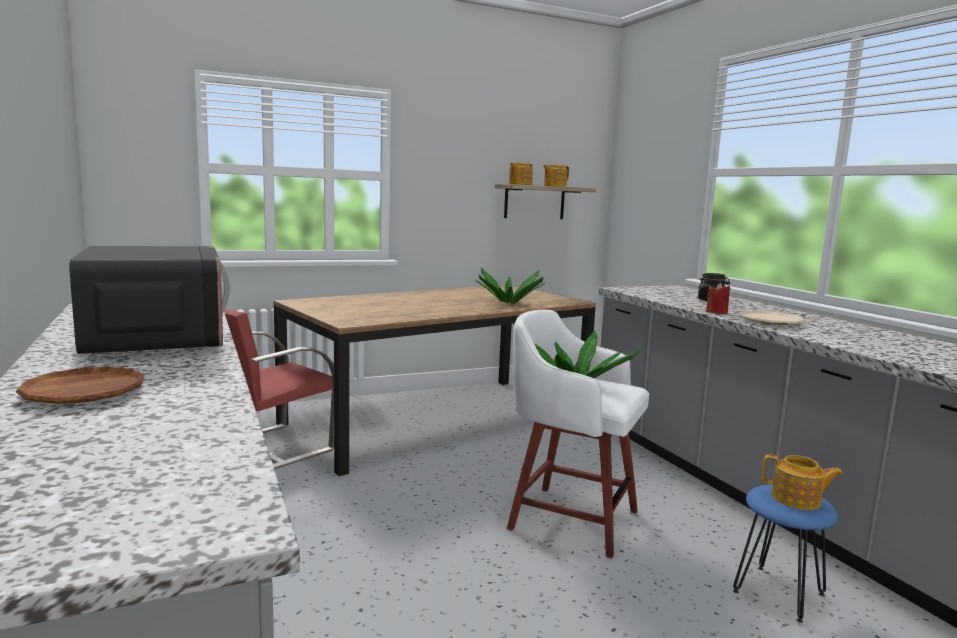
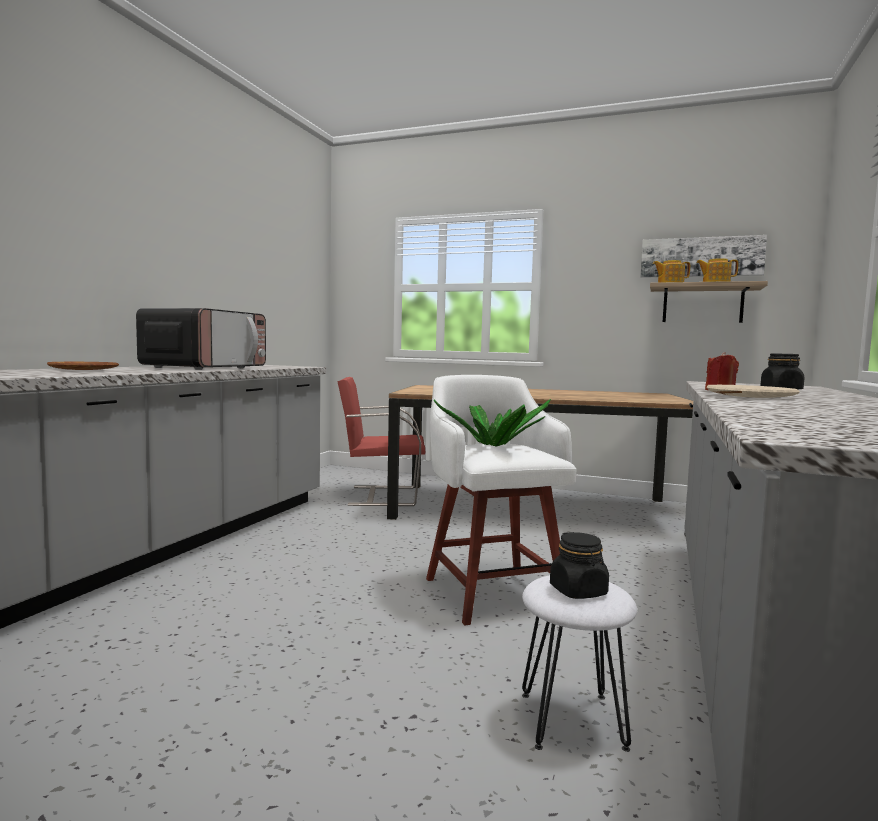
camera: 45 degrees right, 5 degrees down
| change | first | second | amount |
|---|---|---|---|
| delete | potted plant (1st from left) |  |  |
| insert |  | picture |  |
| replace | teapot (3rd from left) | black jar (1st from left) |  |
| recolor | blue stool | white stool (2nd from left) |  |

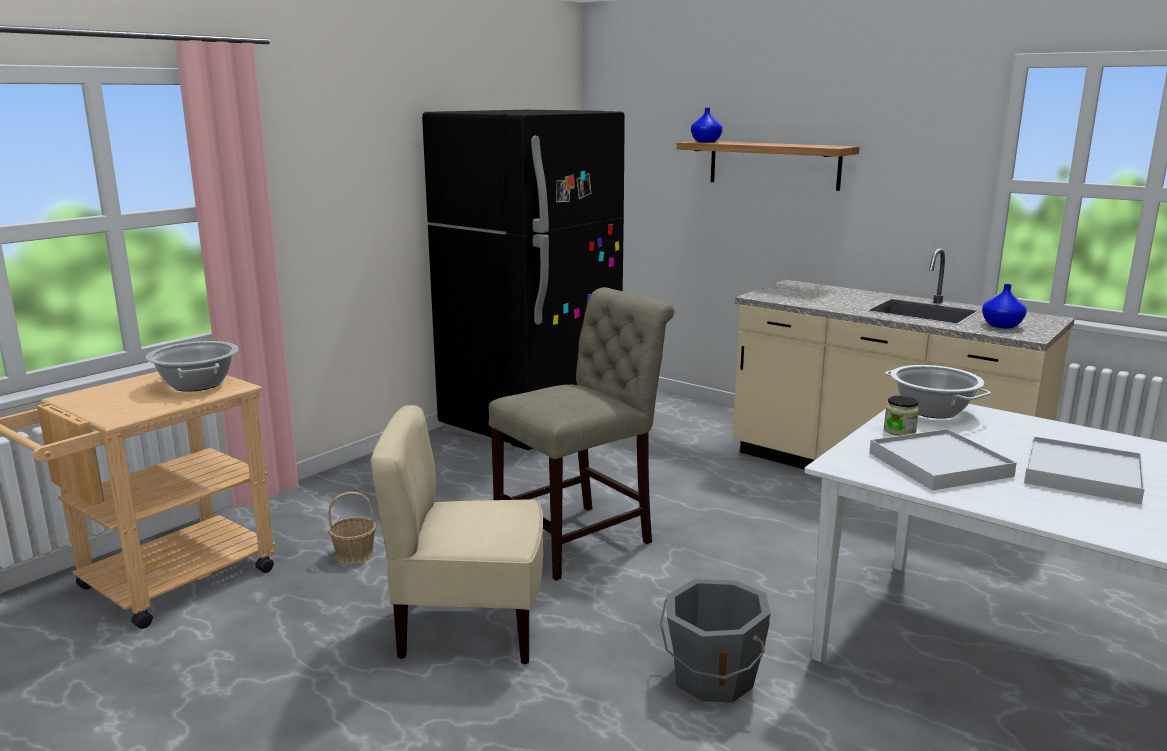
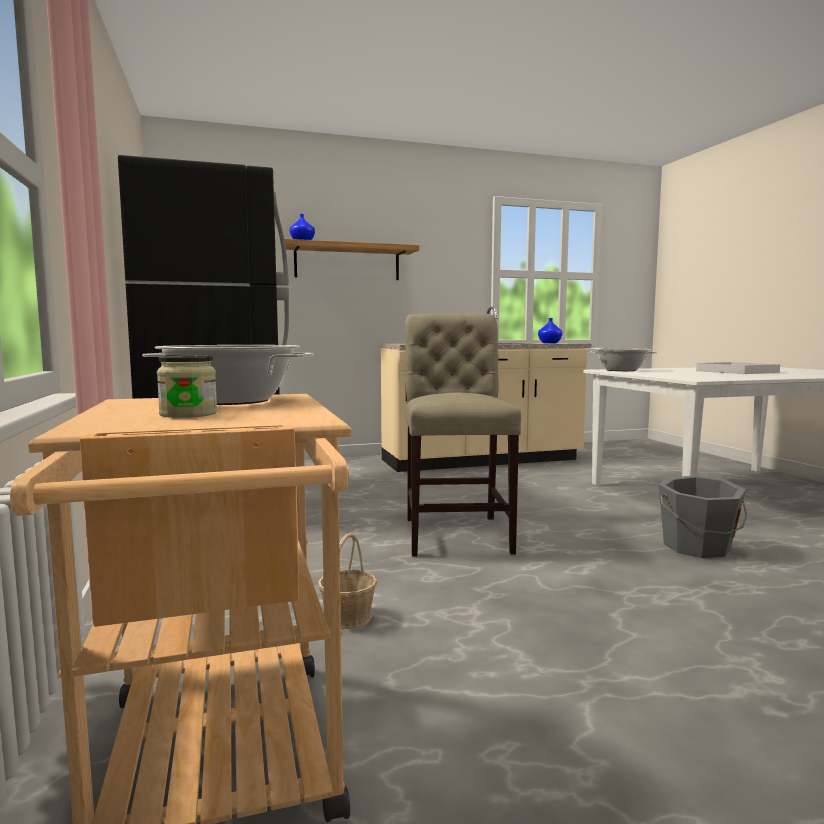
camera: 55 degrees left, 10 degrees down
| change | first | second | amount |
|---|---|---|---|
| delete | beige chair (1st from left) |  |  |
| delete | white tray (1st from left) |  |  |
| move | jar |  |  |

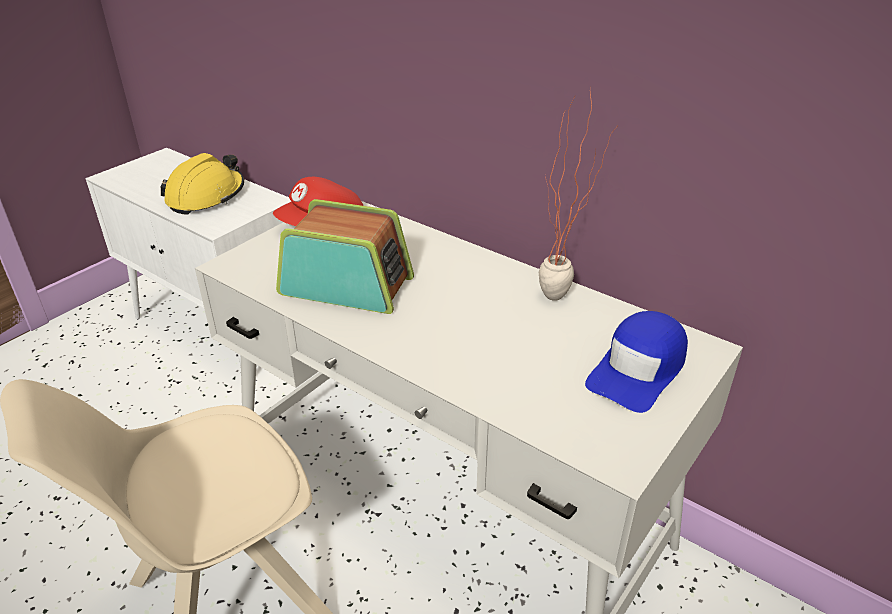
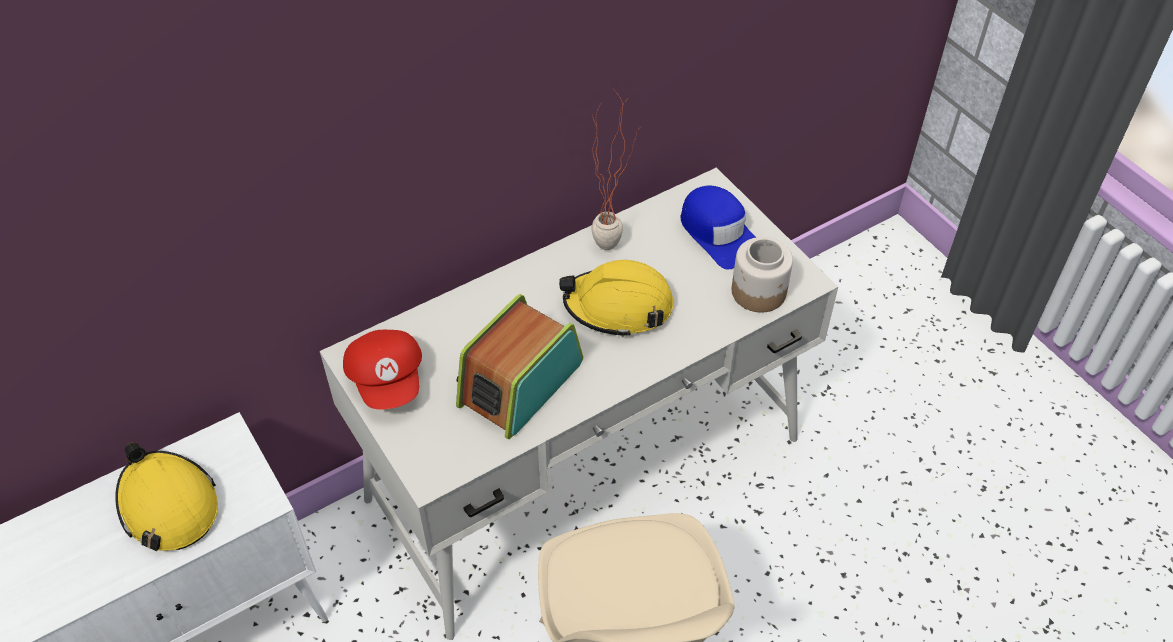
camera: 70 degrees left, 15 degrees up
| change | first | second | amount |
|---|---|---|---|
| insert |  | yellow hard hat (2nd from left) |  |
| insert |  | jar |  |

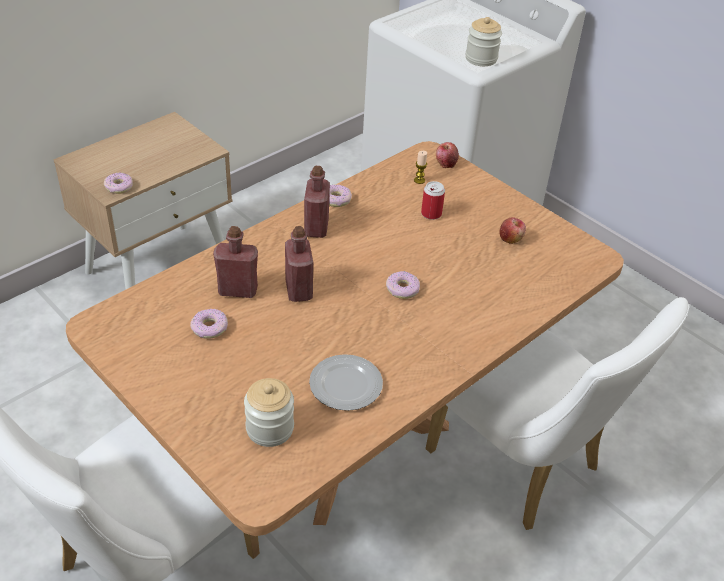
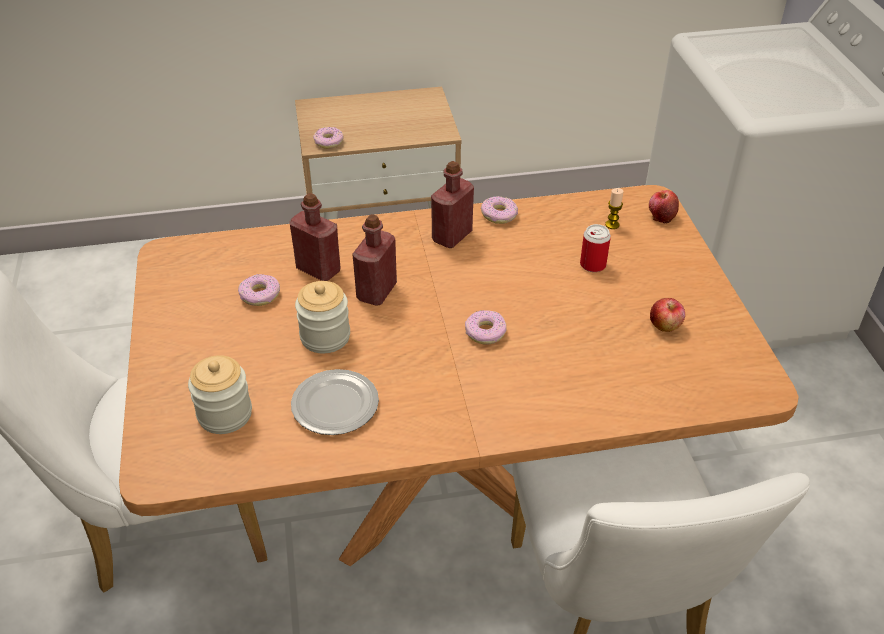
camera: 35 degrees right, 0 degrees up
| change | first | second | amount |
|---|---|---|---|
| move | jar (2nd from left) |  |  |

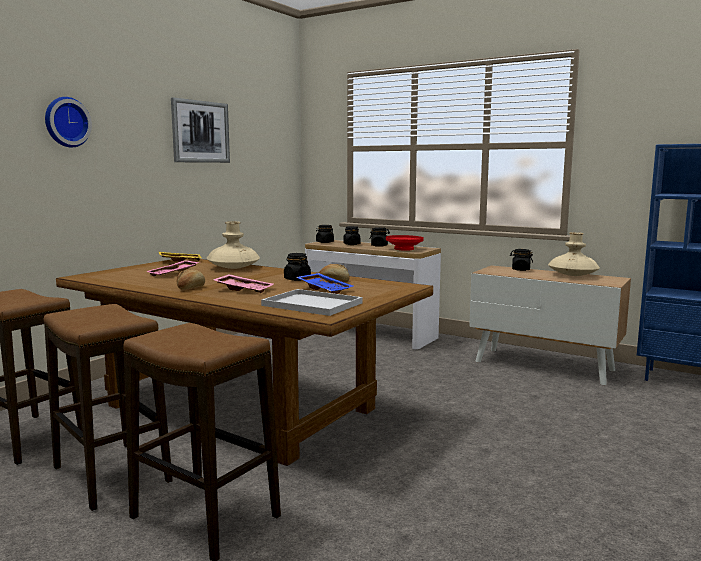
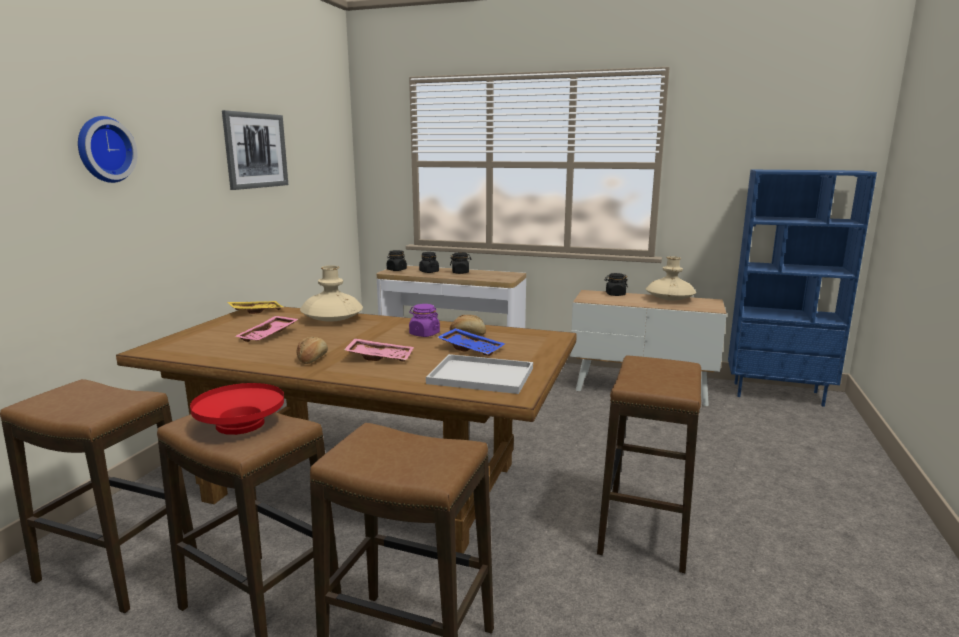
camera: 15 degrees left, 5 degrees up
| change | first | second | amount |
|---|---|---|---|
| insert |  | stool (4th from left) |  |
| move | red bowl |  |  |
| recolor | black jar (1st from left) | purple jar |  |

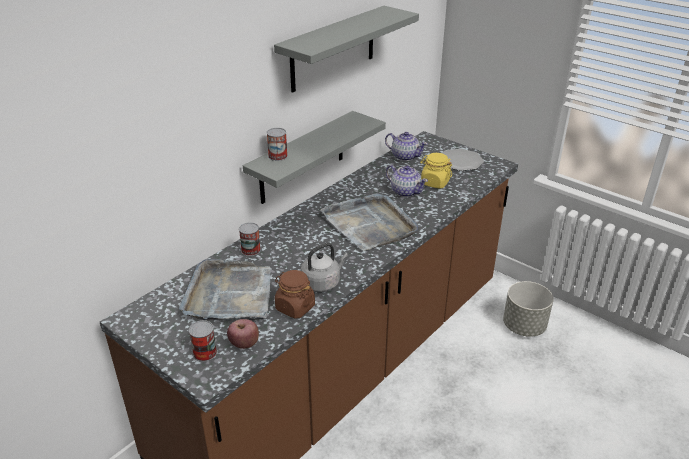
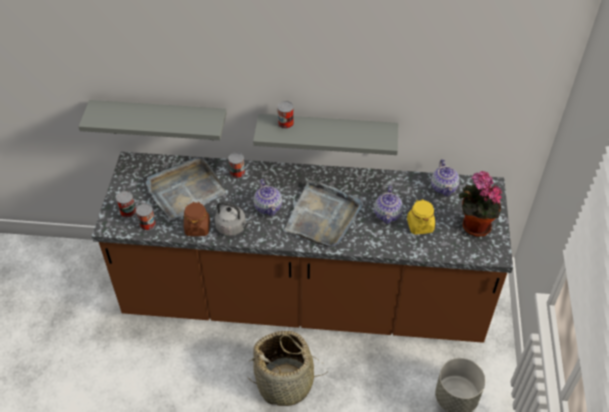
camera: 55 degrees right, 15 degrees up
| change | first | second | amount |
|---|---|---|---|
| insert |  | basket |  |
| insert |  | teapot (1st from left) |  |
| move | grey shelf (2nd from left in the first image) | grey shelf (1st from left) |  |
| replace | apple | can (2nd from left) |  |
| replace | plate | potted plant |  |

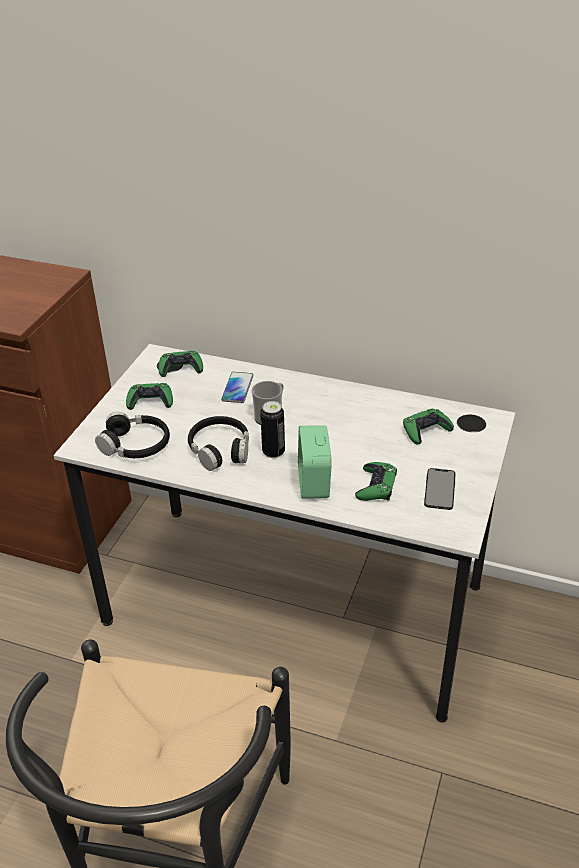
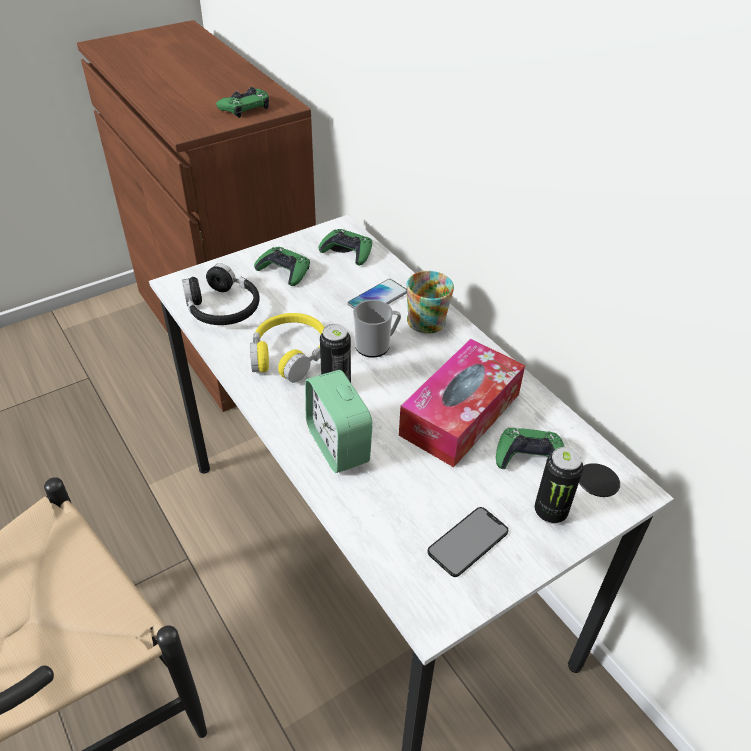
camera: 35 degrees right, 5 degrees up
| change | first | second | amount |
|---|---|---|---|
| insert |  | tissue box |  |
| insert |  | mug (2nd from left) |  |
| insert |  | can (2nd from left) |  |
| move | green game controller (3rd from left in the first image) | green game controller (1st from left) |  |
| recolor | black headphones (2nd from left) | yellow headphones |  |
| rotate | alarm clock |  | 60 degrees counterclockwise |

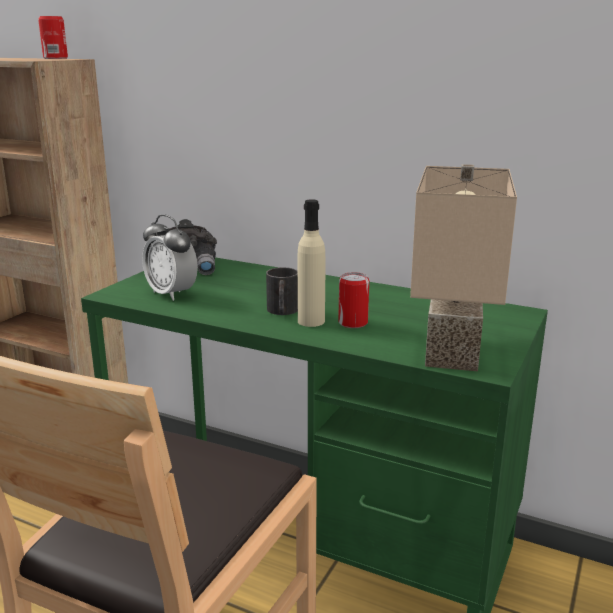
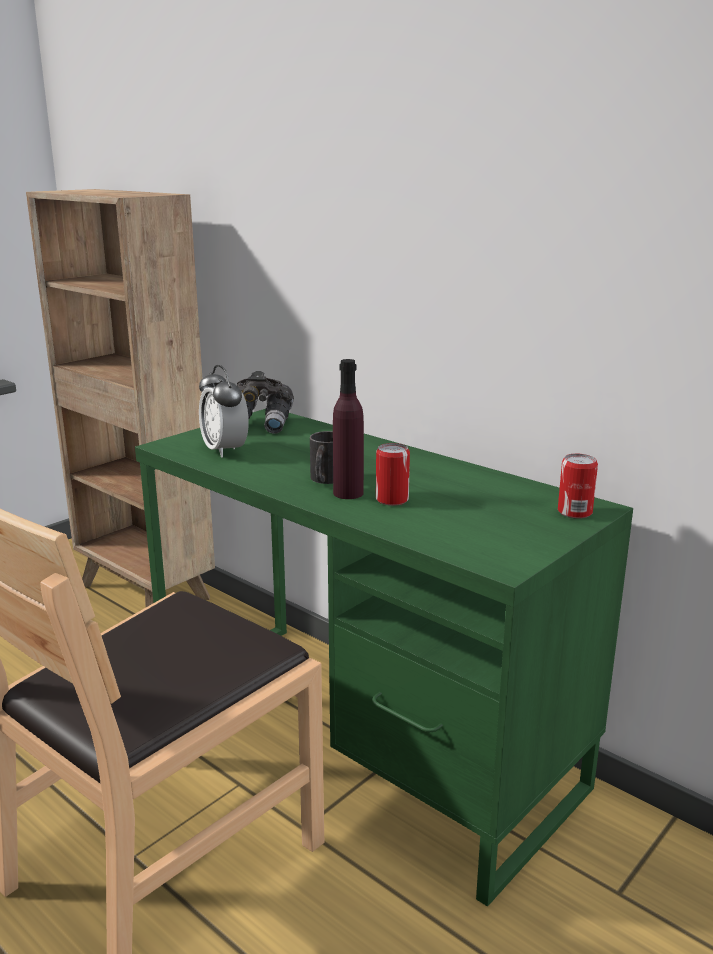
camera: 15 degrees right, 0 degrees up
| change | first | second | amount |
|---|---|---|---|
| delete | beige table lamp |  |  |
| move | can (1st from left in the first image) | can (2nd from left) |  |
| recolor | beige bottle | purple bottle |  |

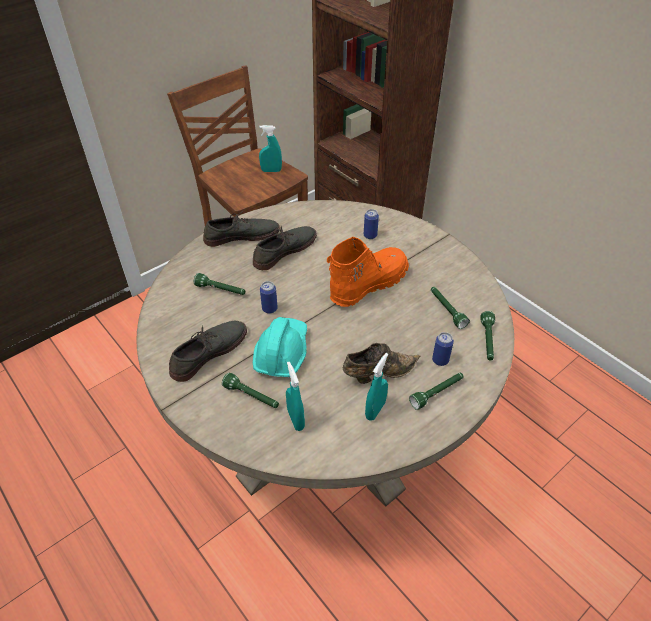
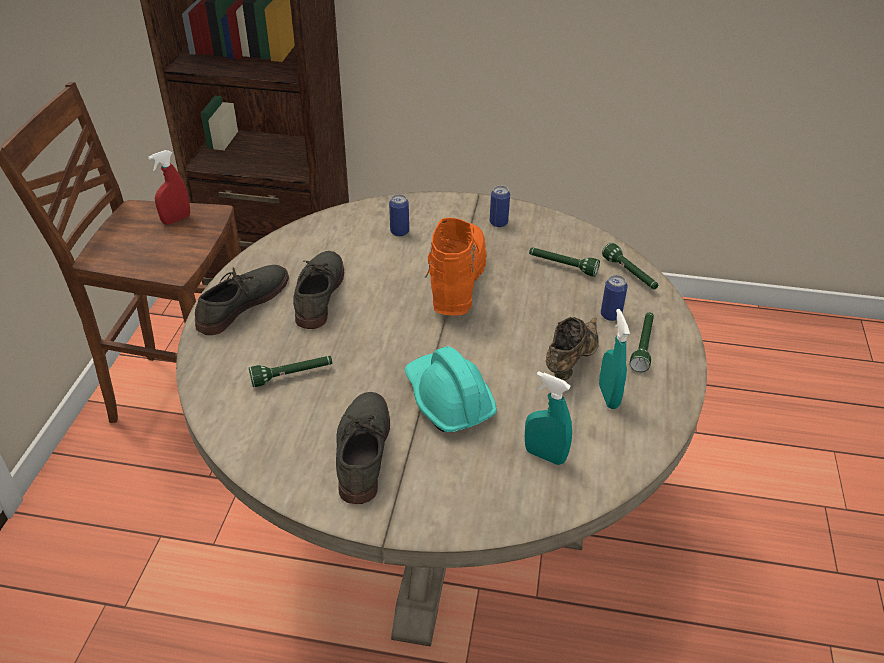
camera: 40 degrees left, 5 degrees down
| change | first | second | amount |
|---|---|---|---|
| delete | green flashlight (2nd from left) |  |  |
| move | can (1st from left in the first image) | can (2nd from left) |  |
| recolor | turquoise spray bottle (1st from left) | red spray bottle |  |

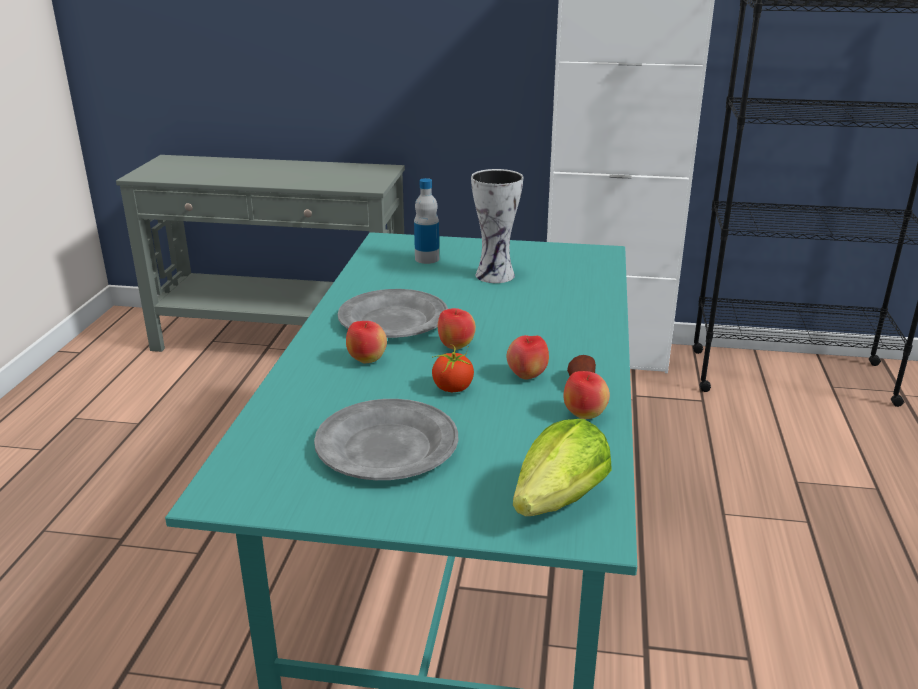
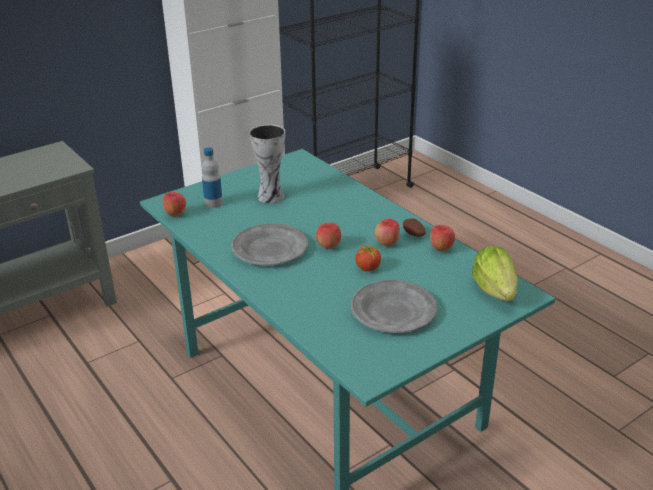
camera: 45 degrees left, 5 degrees up
| change | first | second | amount |
|---|---|---|---|
| move | apple (1st from left) |  |  |

